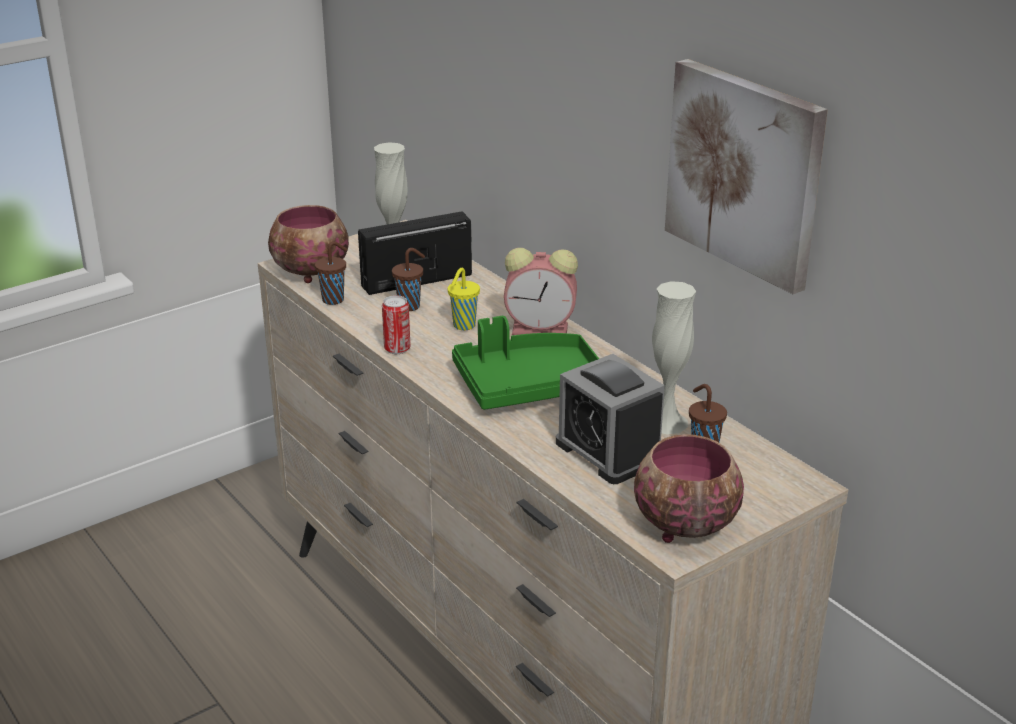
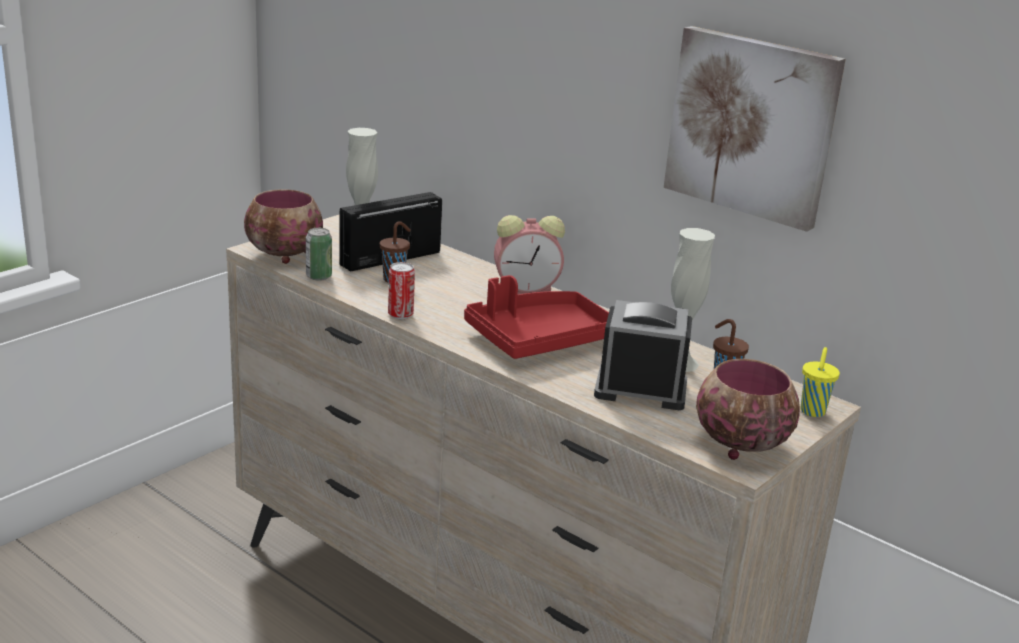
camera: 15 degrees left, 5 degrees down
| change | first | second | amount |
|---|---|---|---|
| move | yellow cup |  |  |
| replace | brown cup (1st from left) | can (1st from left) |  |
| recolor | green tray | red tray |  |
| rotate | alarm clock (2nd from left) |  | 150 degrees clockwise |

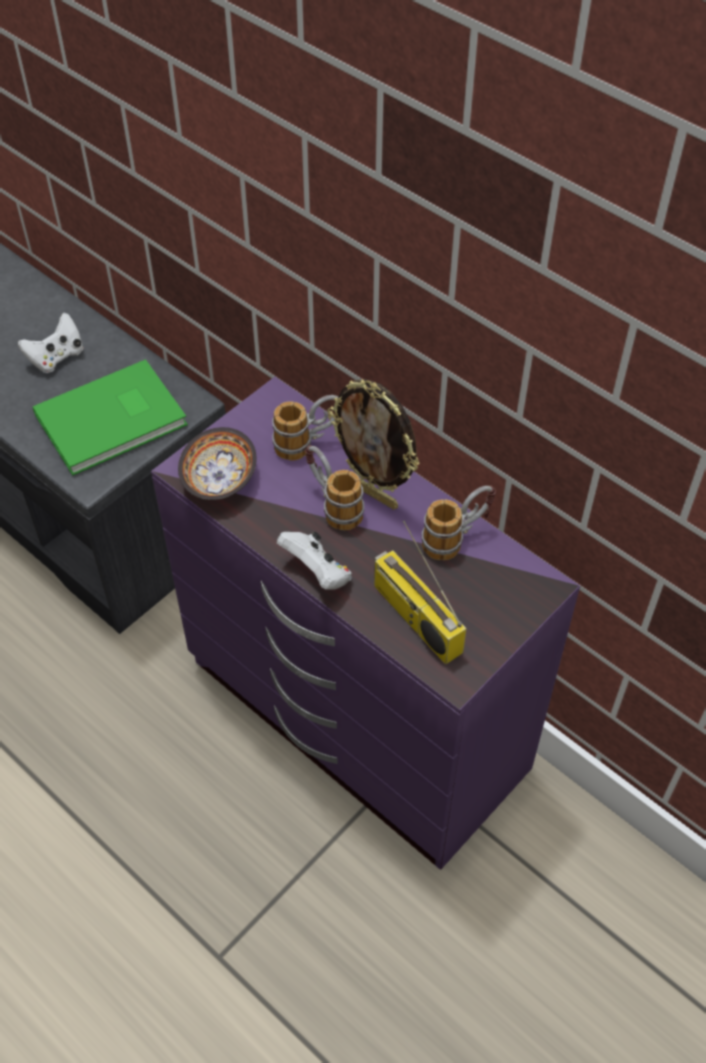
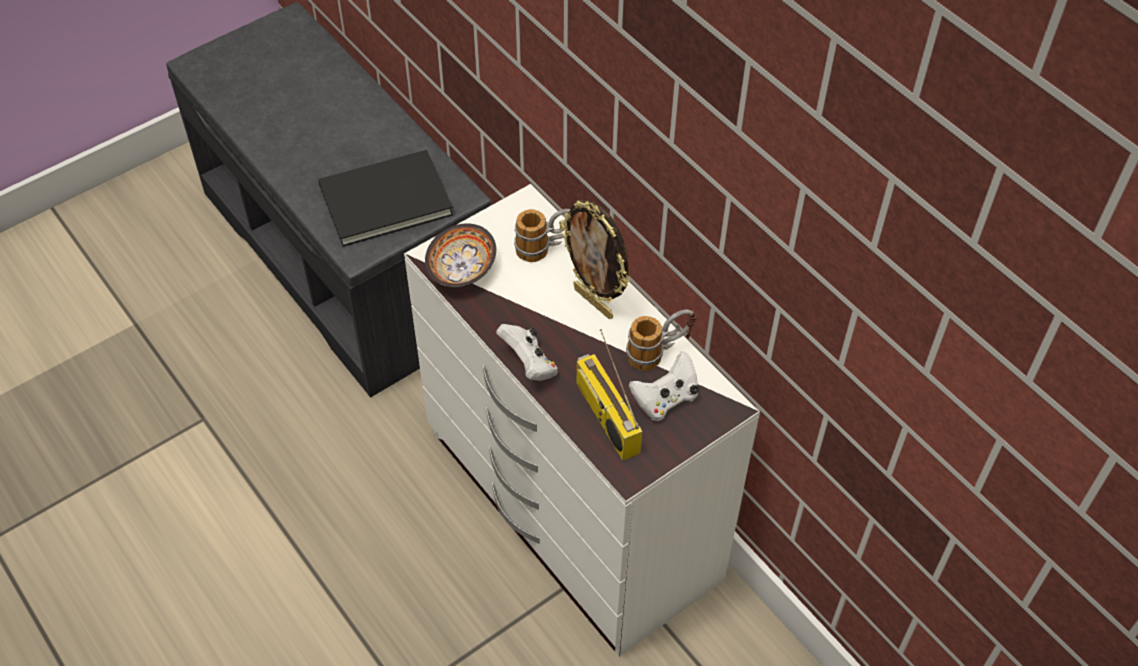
camera: 10 degrees right, 0 degrees up
| change | first | second | amount |
|---|---|---|---|
| delete | mug (2nd from left) |  |  |
| move | white game controller (1st from left in the first image) | white game controller (2nd from left) |  |
| recolor | green book | black book |  |
| recolor | purple dresser | white dresser |  |

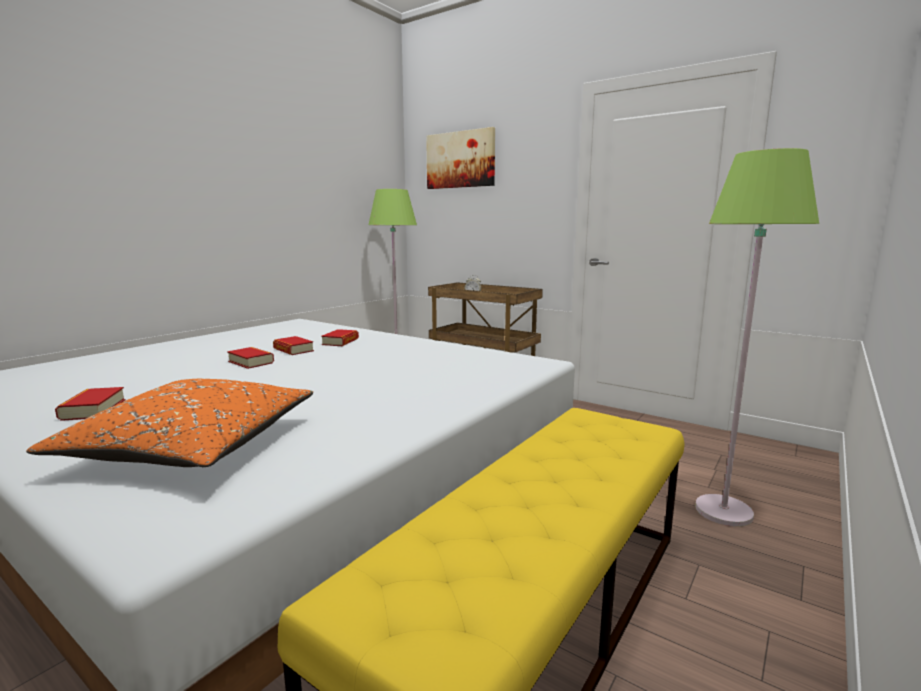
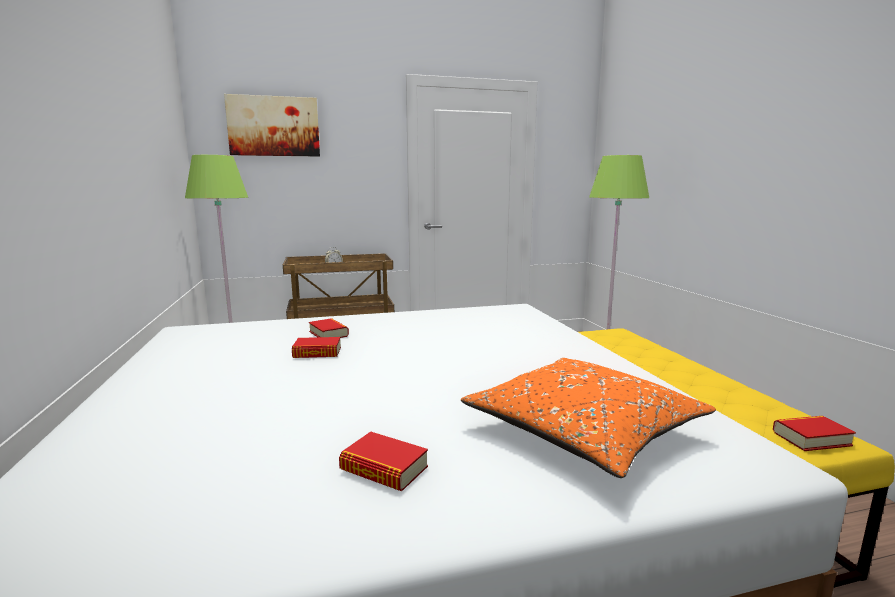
camera: 50 degrees left, 0 degrees up
| change | first | second | amount |
|---|---|---|---|
| move | book (2nd from left in the first image) | book (4th from left) |  |

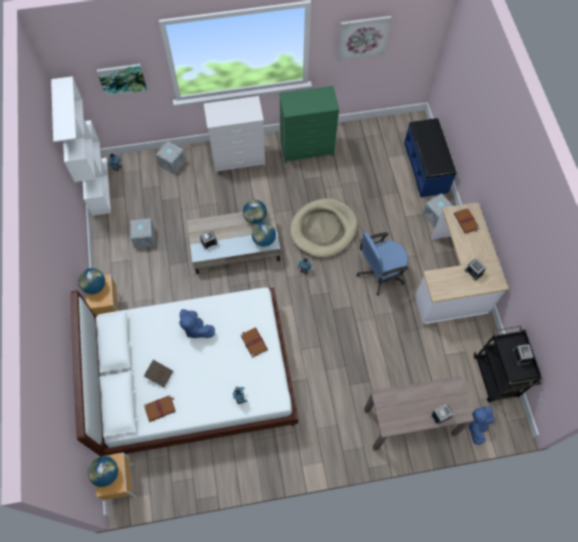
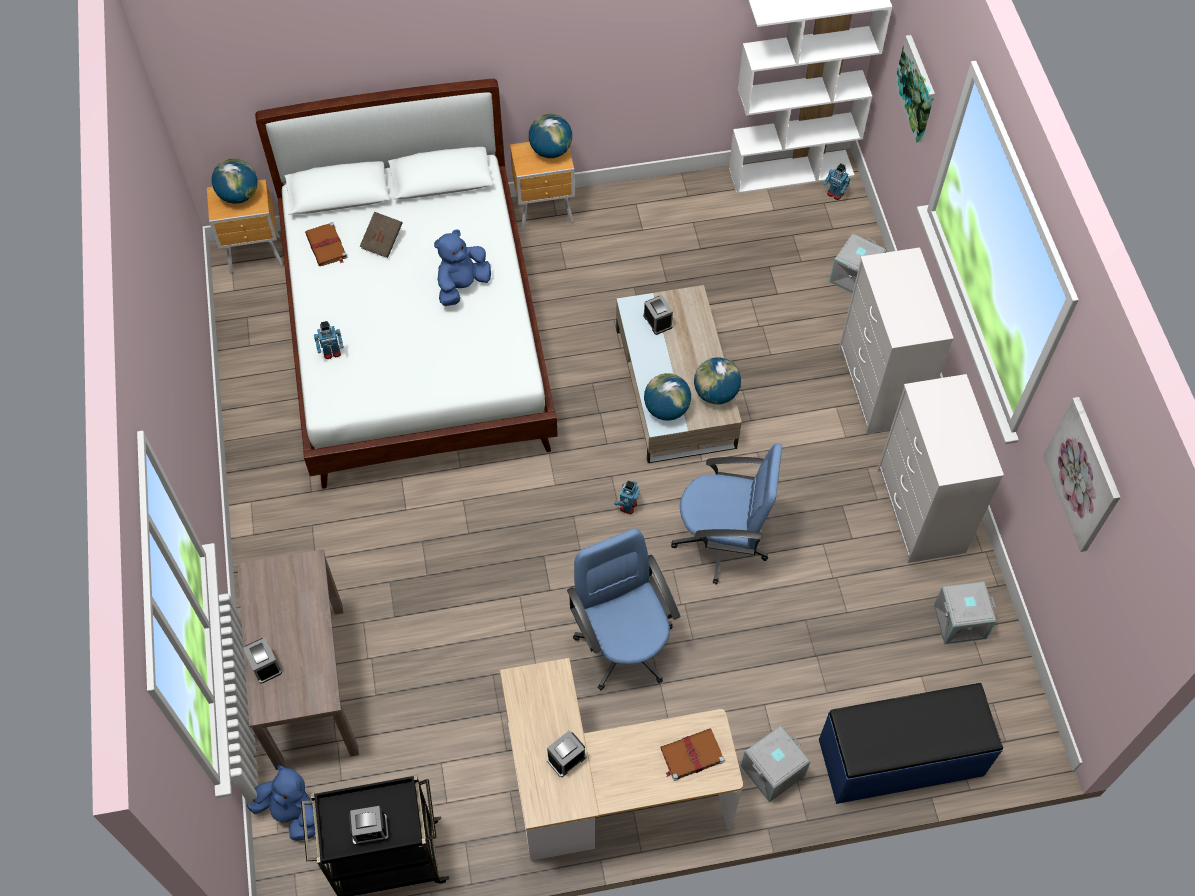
camera: 90 degrees right, 5 degrees down
| change | first | second | amount |
|---|---|---|---|
| delete | brown book (3rd from left) |  |  |
| move | grey storage box (1st from left in the first image) | grey storage box (3rd from left) |  |
| replace | beige dog bed | blue office chair (2nd from left) |  |
| recolor | green dresser | white dresser (2nd from left) |  |

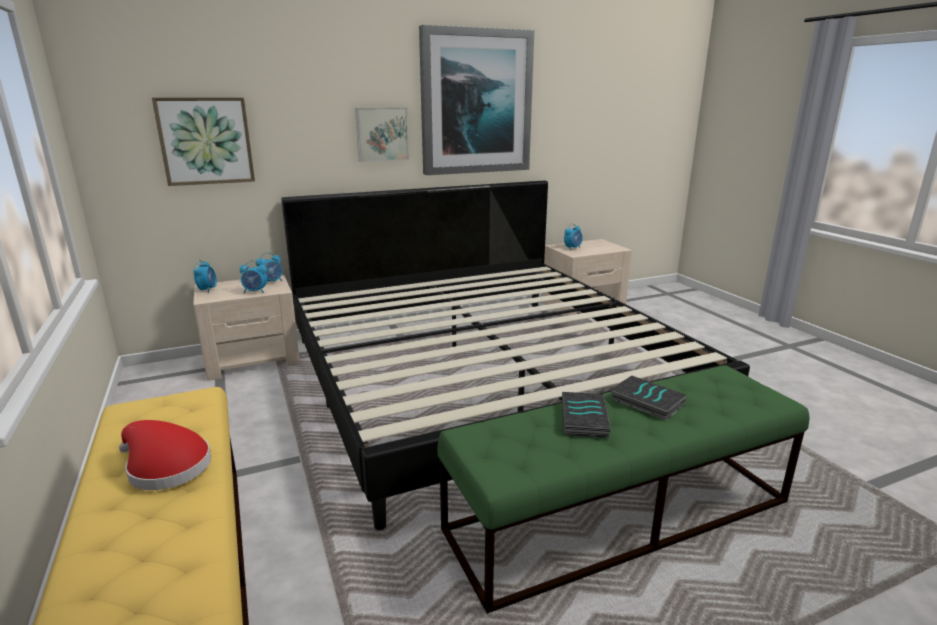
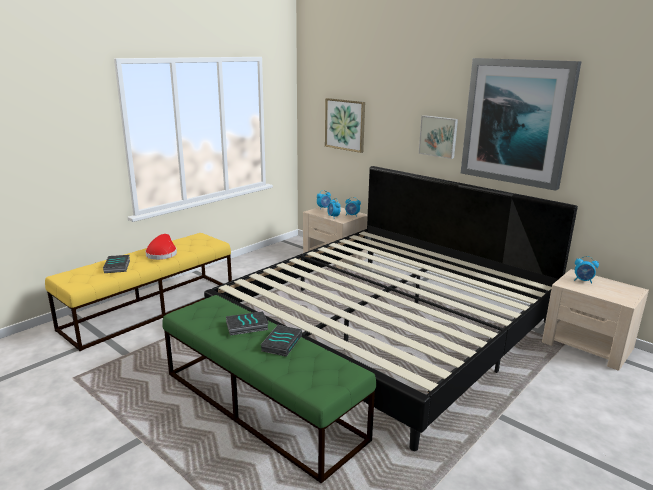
camera: 65 degrees right, 0 degrees up
| change | first | second | amount |
|---|---|---|---|
| insert |  | book (1st from left) |  |

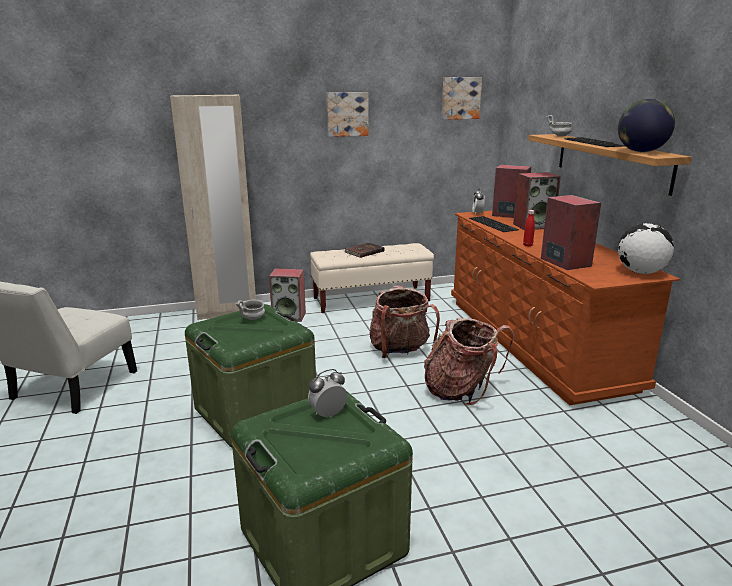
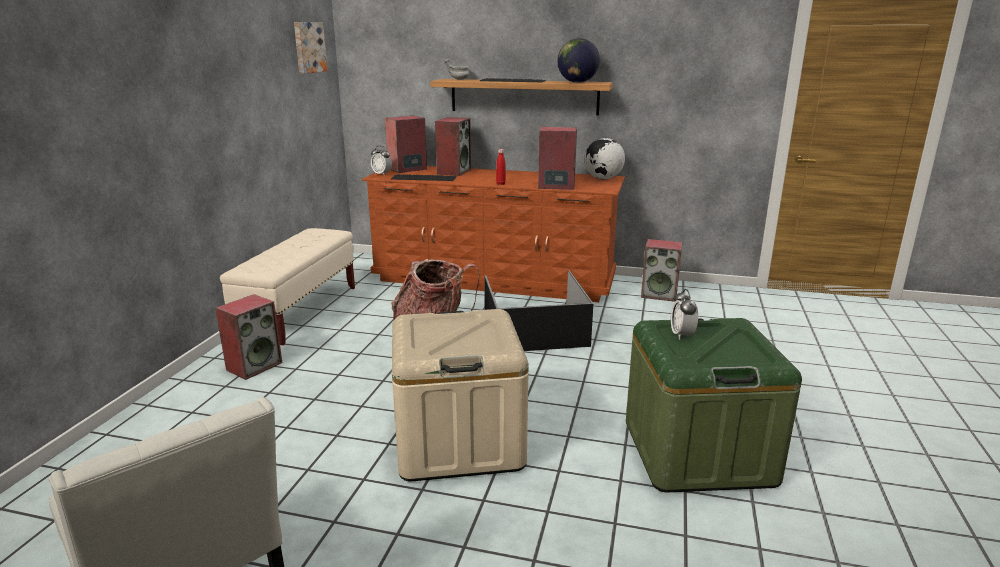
camera: 60 degrees left, 0 degrees up
| change | first | second | amount |
|---|---|---|---|
| delete | beige wardrobe |  |  |
| delete | grey bowl (1st from left) |  |  |
| delete | picture (1st from left) |  |  |
| delete | brown book |  |  |
| insert |  | speaker (5th from left) |  |
| replace | backpack (2nd from left) | black storage box |  |
| recolor | green storage box (1st from left) | beige storage box |  |

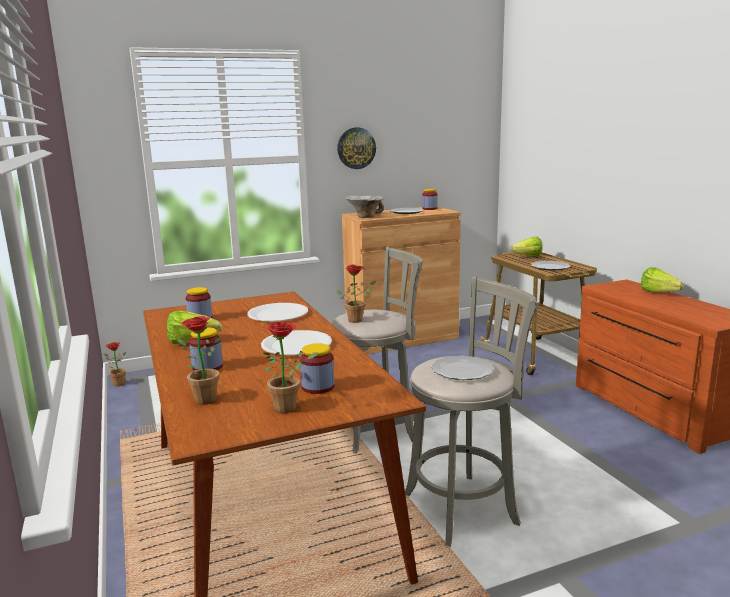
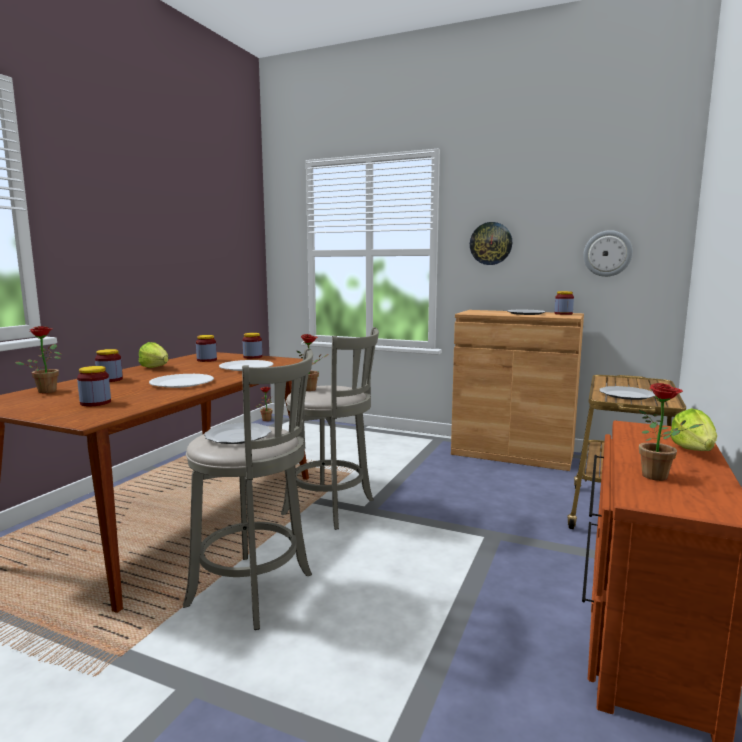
camera: 45 degrees right, 5 degrees down
| change | first | second | amount |
|---|---|---|---|
| delete | bowl |  |  |
| delete | lettuce (2nd from left) |  |  |
| insert |  | jar (4th from left) |  |
| insert |  | wall clock (2nd from left) |  |
| move | potted plant (3rd from left in the first image) | potted plant (4th from left) |  |

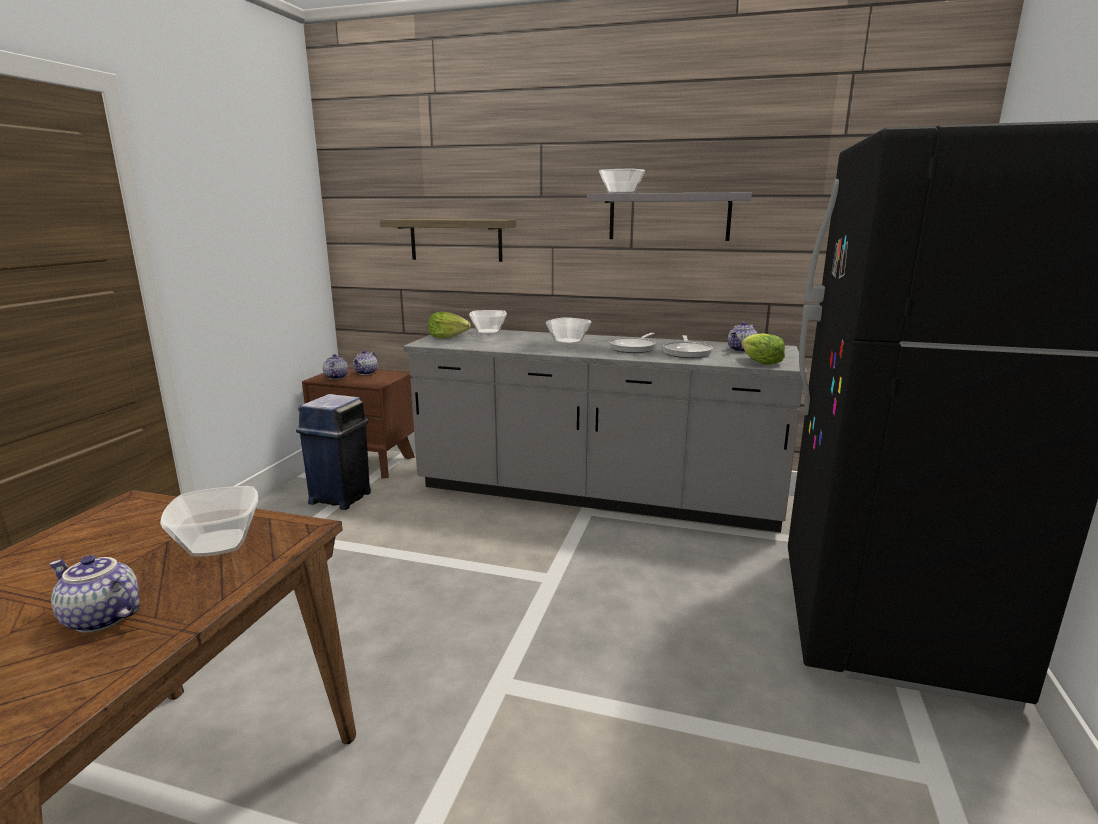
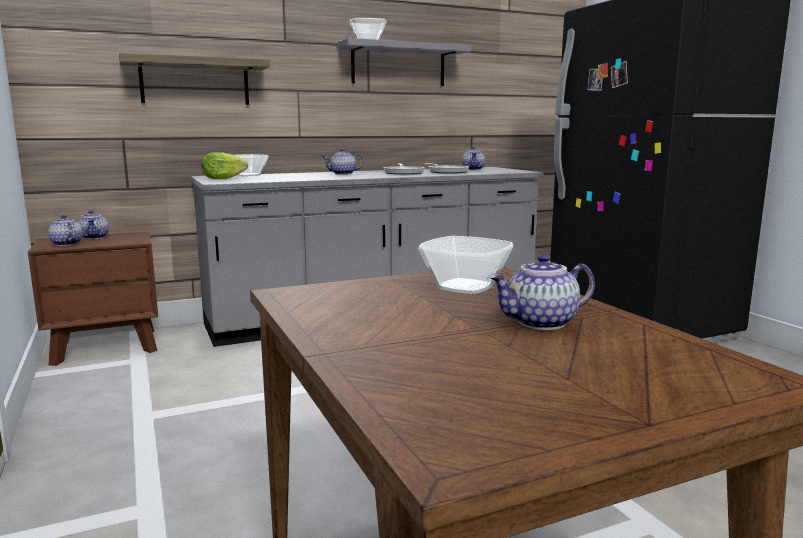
camera: 40 degrees left, 5 degrees down
| change | first | second | amount |
|---|---|---|---|
| delete | blue trash can |  |  |
| delete | lettuce (2nd from left) |  |  |
| replace | bowl (3rd from left) | teapot (3rd from left) |  |

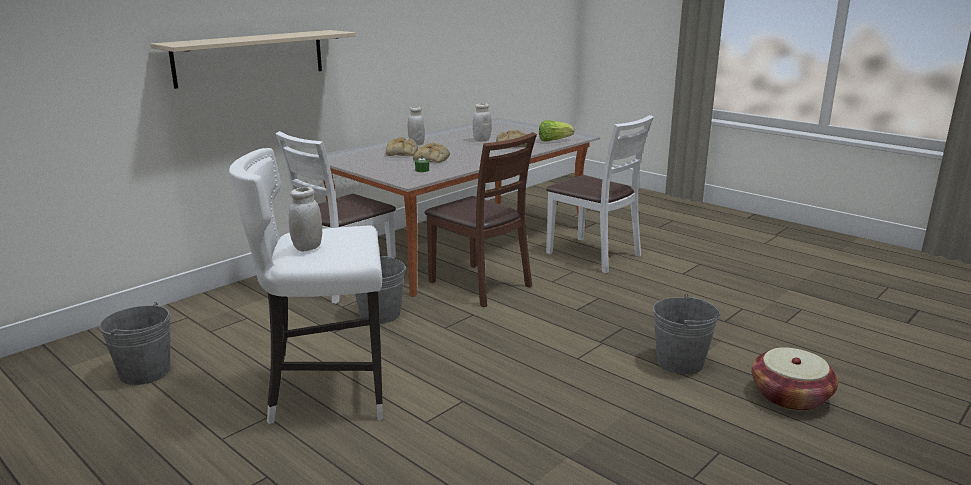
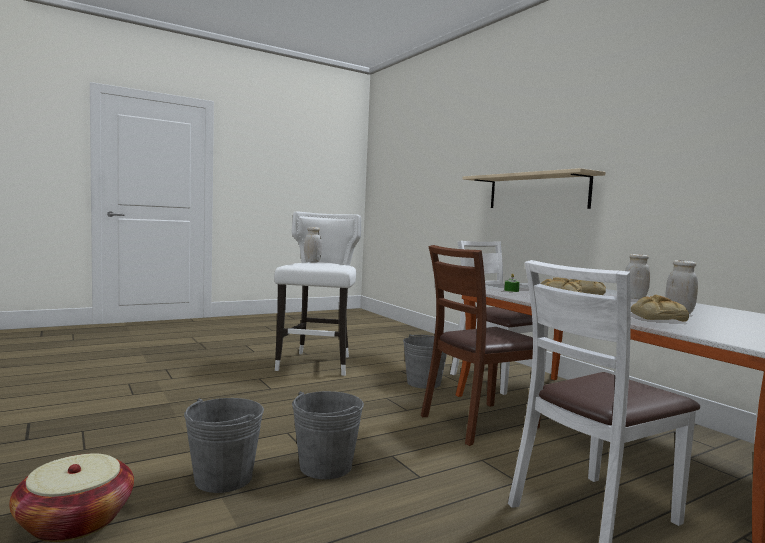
camera: 105 degrees right, 15 degrees down
| change | first | second | amount |
|---|---|---|---|
| delete | lettuce |  |  |
| move | grey bucket (1st from left in the first image) | grey bucket (2nd from left) |  |

